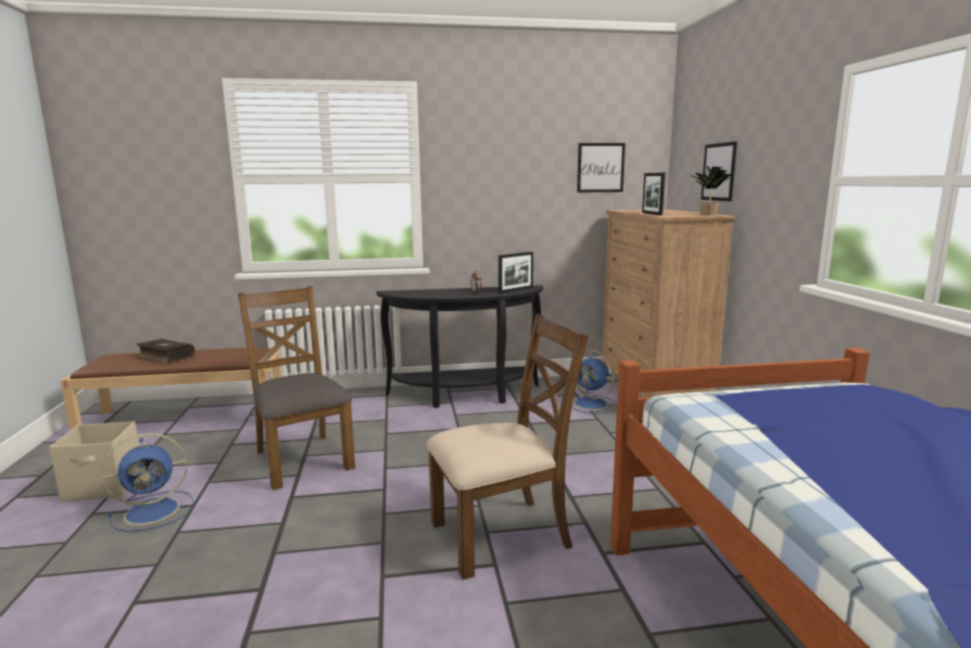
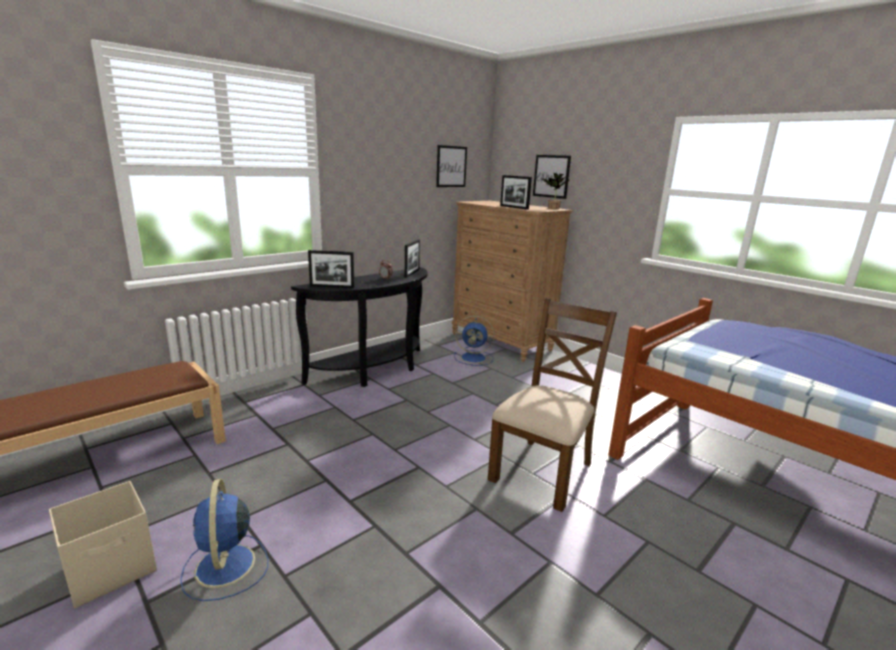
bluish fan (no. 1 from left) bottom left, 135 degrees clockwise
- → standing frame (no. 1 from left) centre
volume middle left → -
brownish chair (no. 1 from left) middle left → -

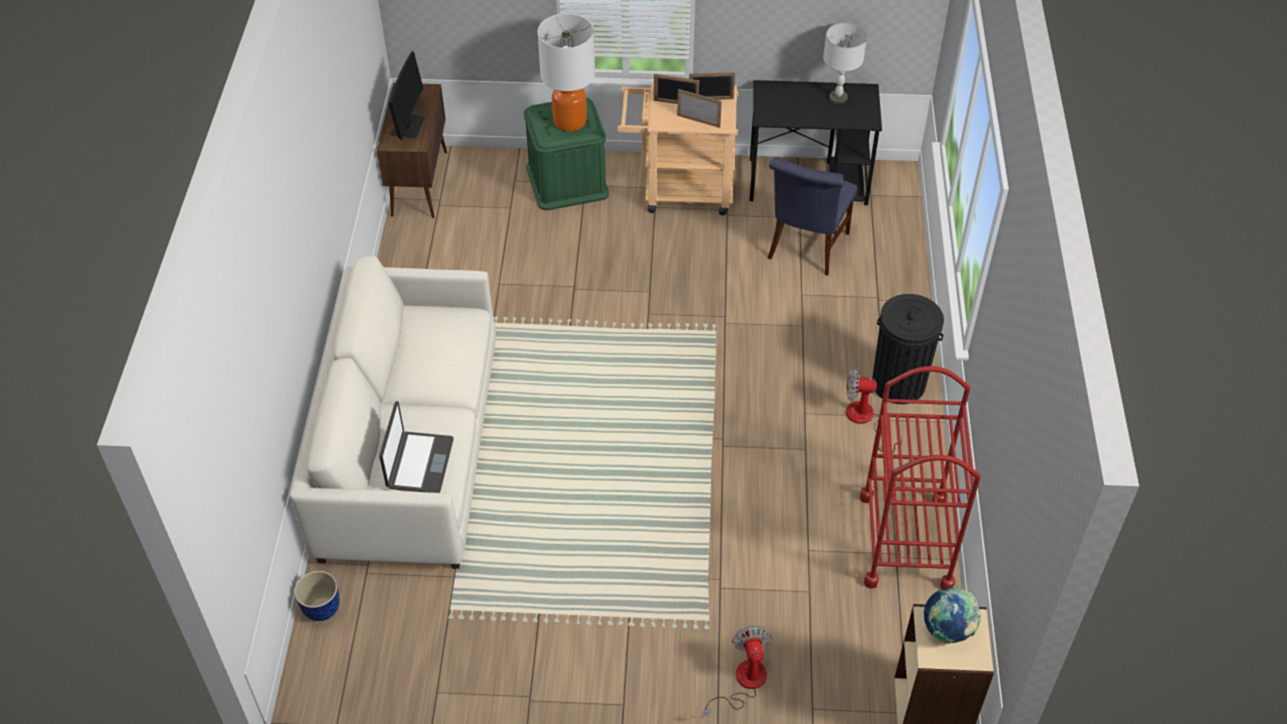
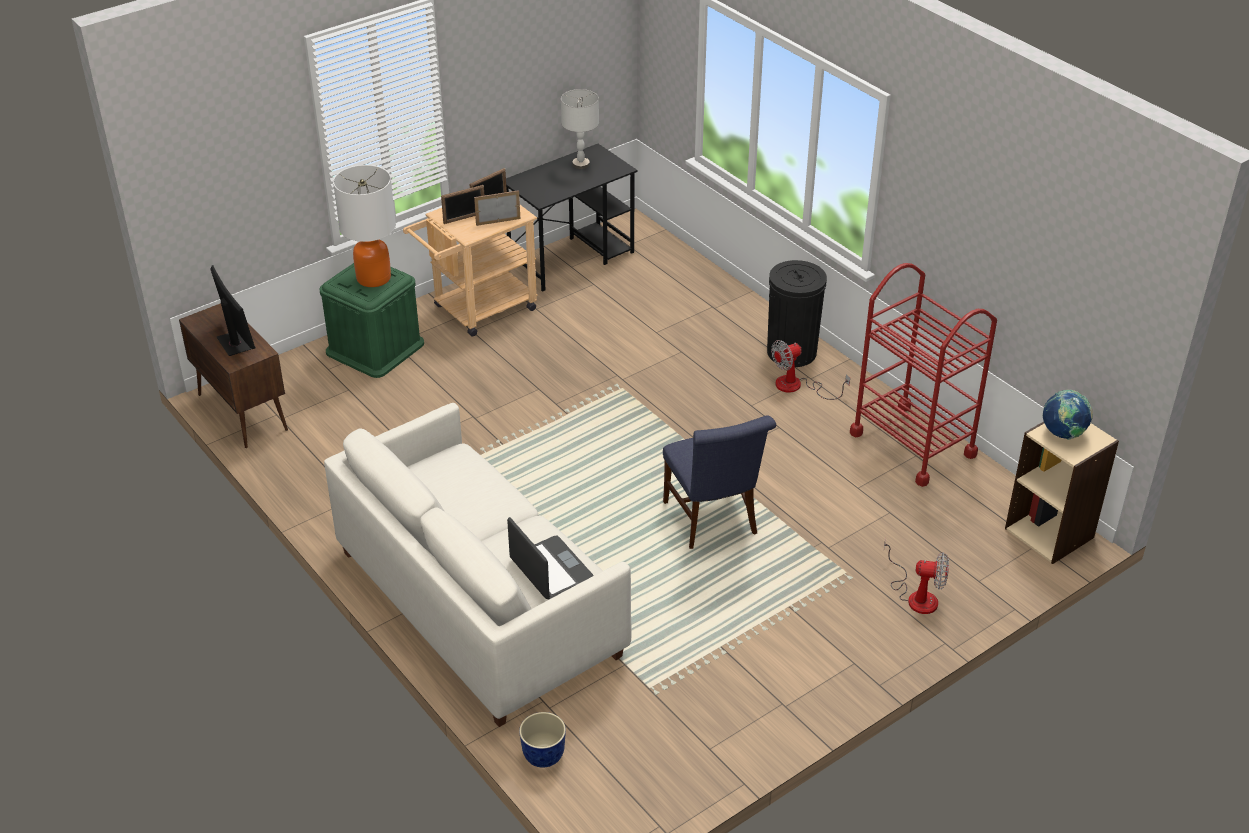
bluish chair top centre → bluish chair centre, shifted
fan (no. 1 from left in the first image) bottom centre → fan (no. 2 from left) bottom right, 150 degrees clockwise

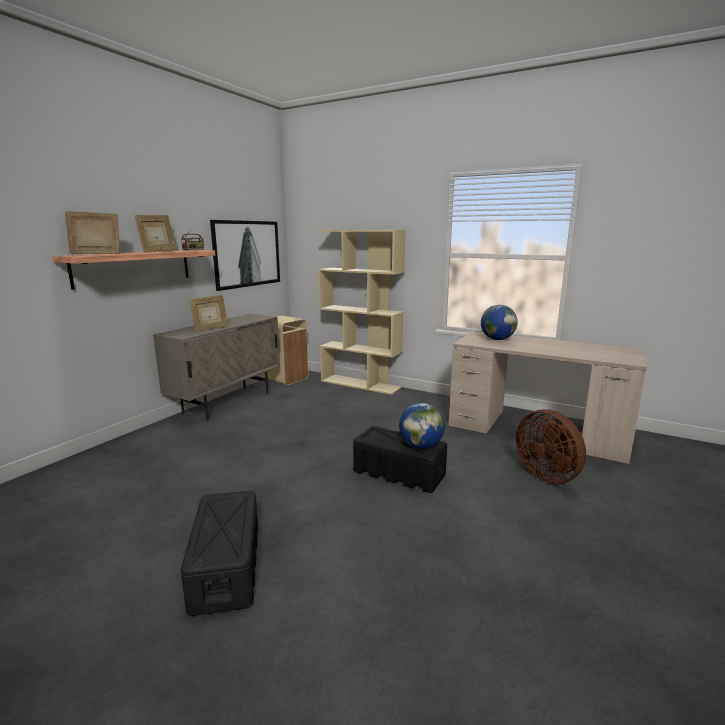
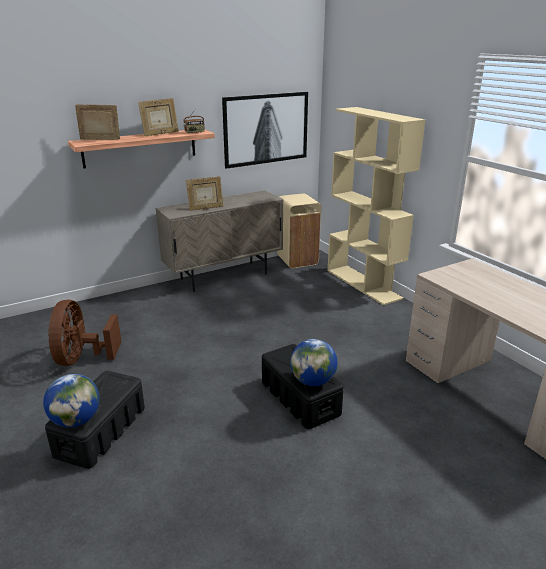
world globe (no. 2 from left in the first image) middle right → world globe (no. 1 from left) bottom left, shifted
brownish fan middle right → brownish fan middle left, shifted

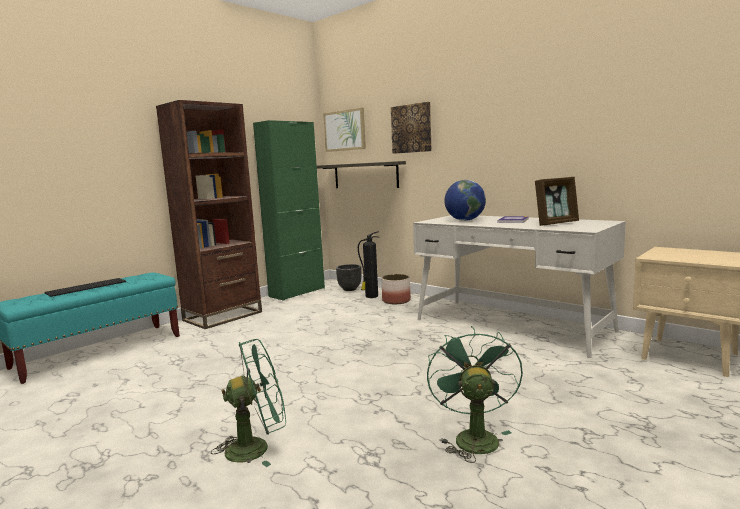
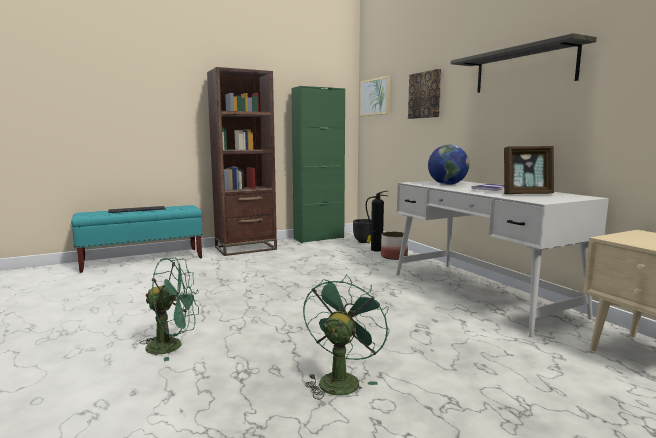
bracket shelf centre → bracket shelf top right, shifted

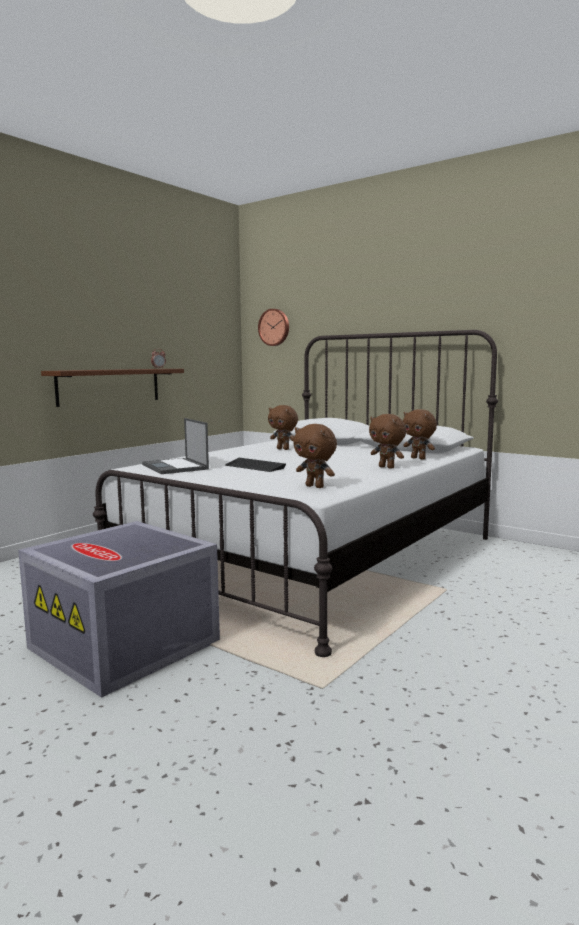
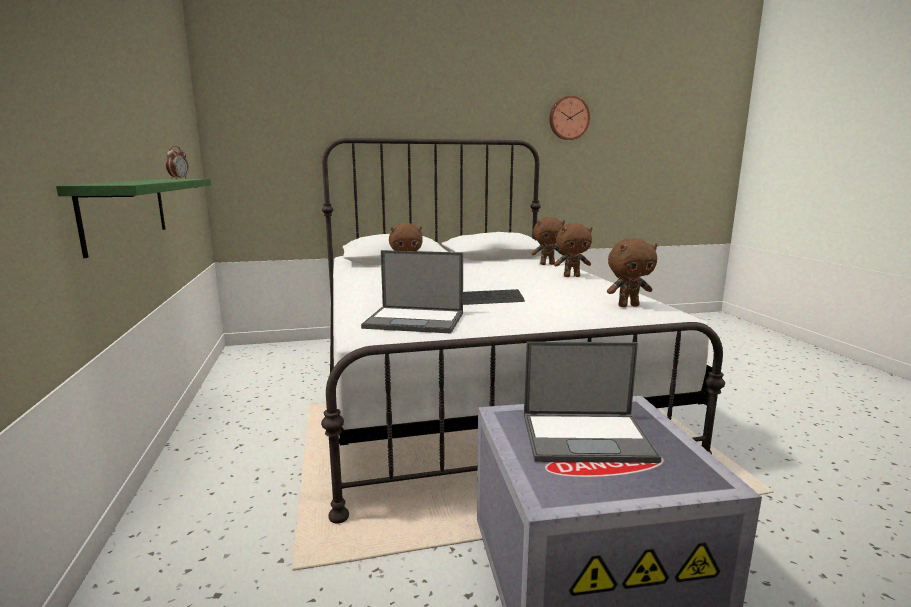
brownish bracket shelf middle left → green bracket shelf middle left
- → portable computer (no. 2 from left) centre
clock on the wall centre → clock on the wall top centre, shifted

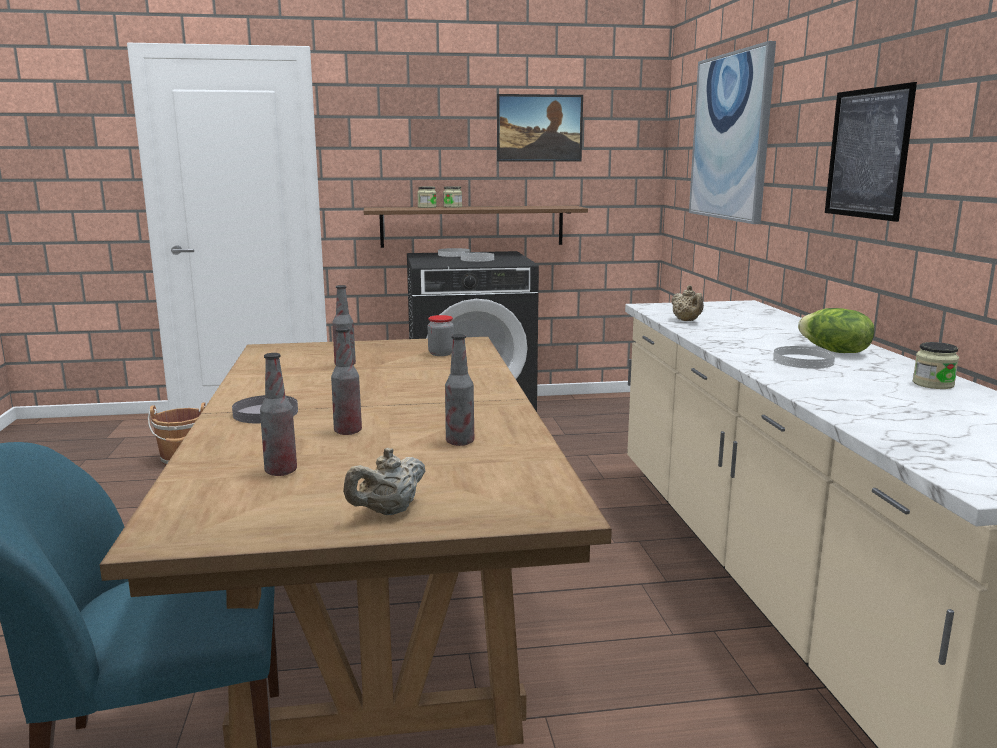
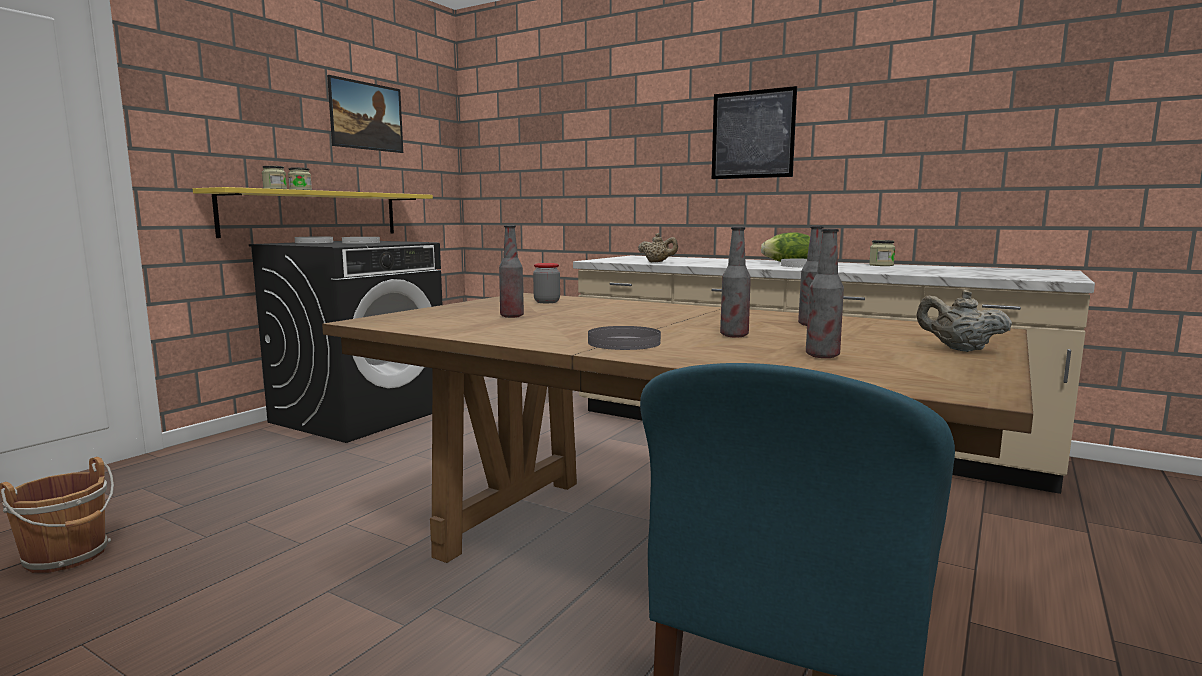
brownish bracket shelf top centre → yellow-coloured bracket shelf top left
beige-coloured tea pot (no. 1 from left in the first image) centre → beige-coloured tea pot (no. 2 from left) middle right, 135 degrees clockwise
wall art (no. 2 from left) top right → -

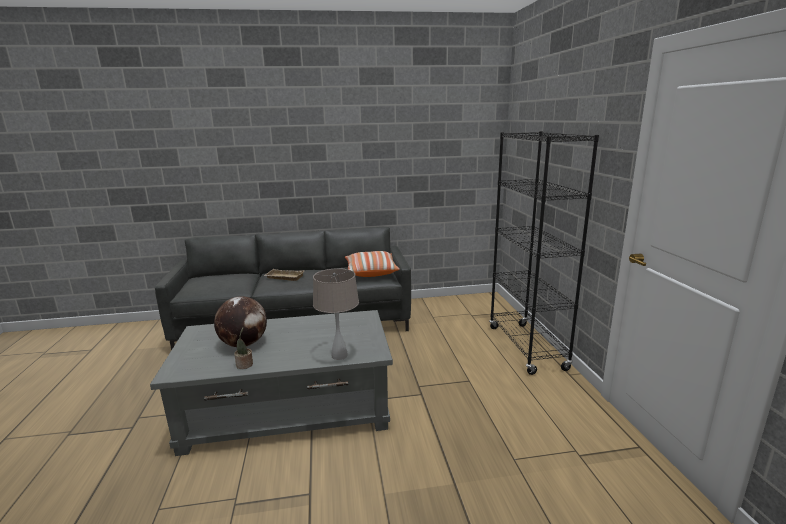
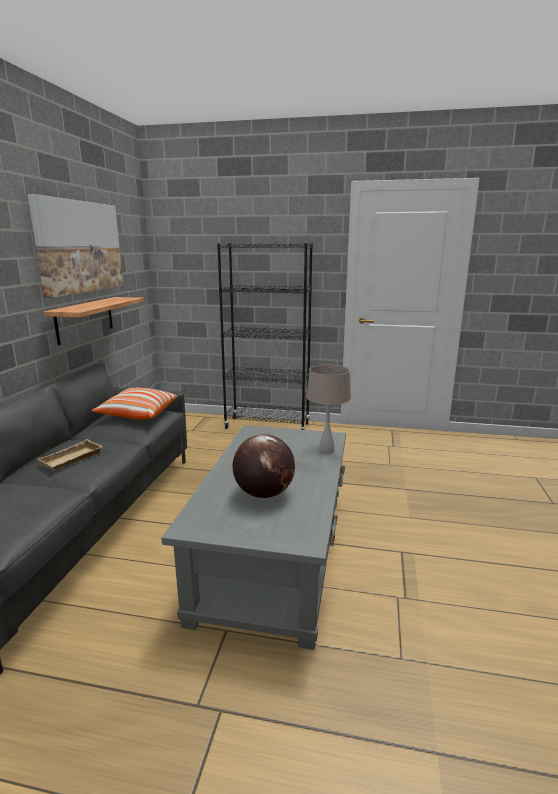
- → wall art top left
- → bracket shelf middle left
plant in a pot middle left → -

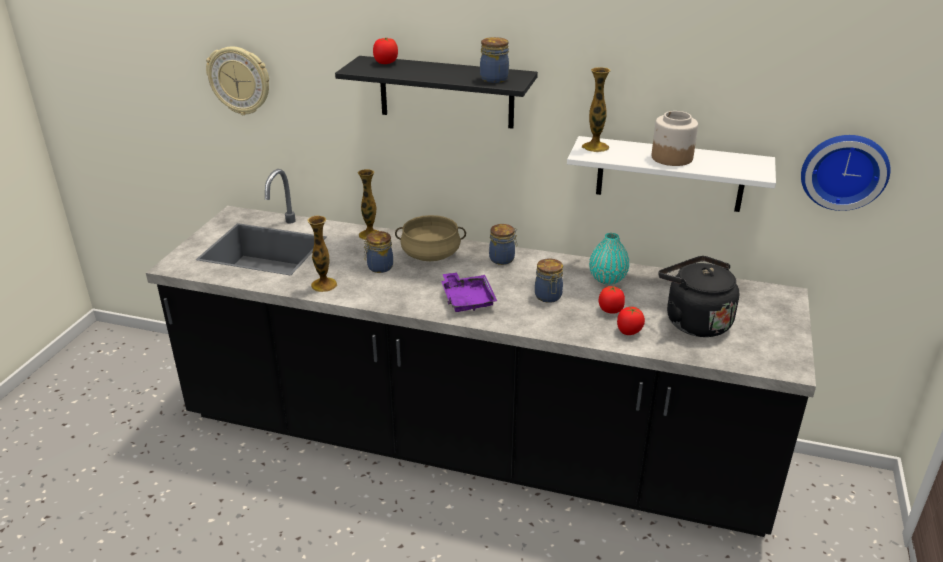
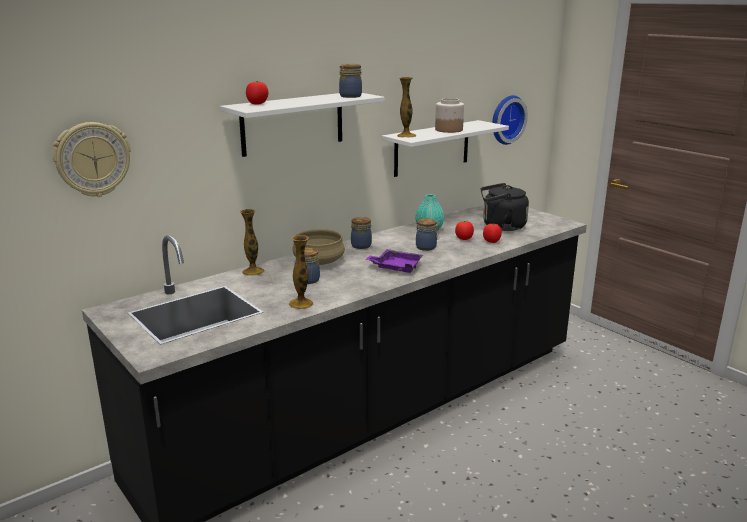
black bracket shelf top centre → whitish bracket shelf (no. 1 from left) top centre

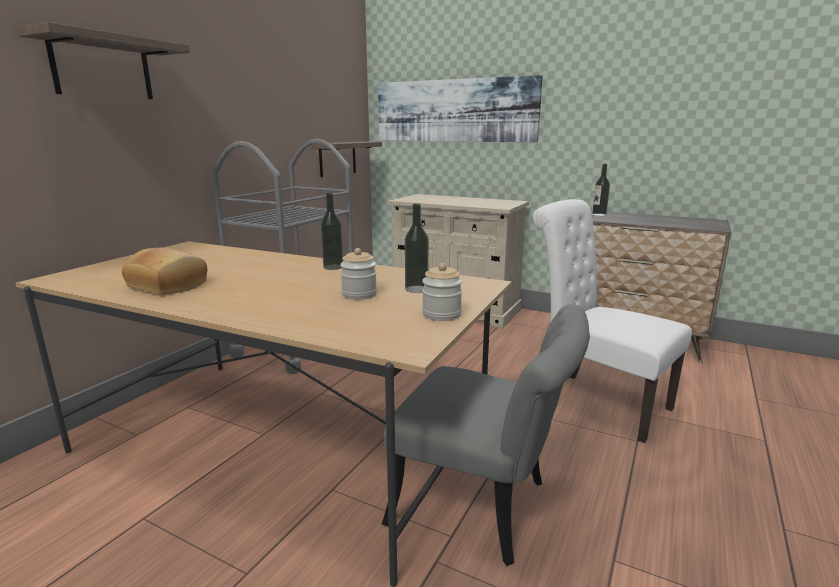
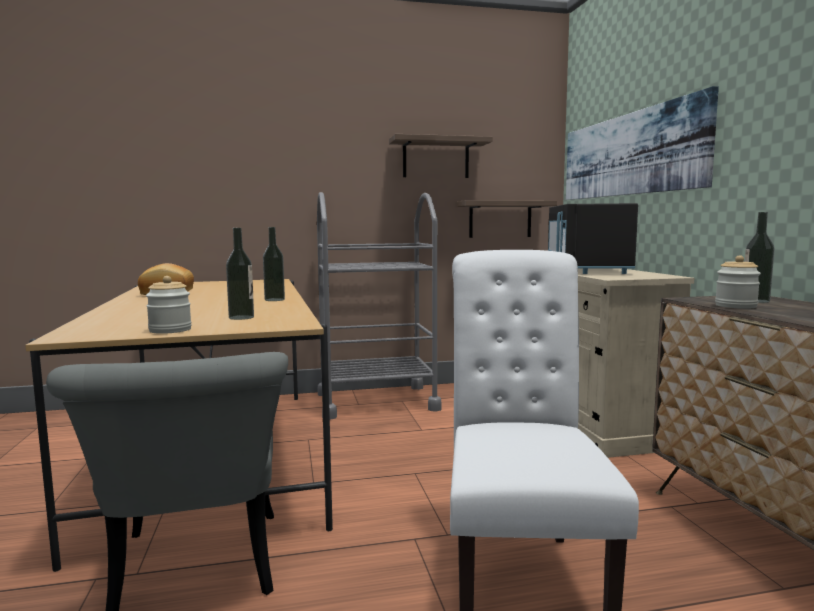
bracket shelf (no. 1 from left) top left → bracket shelf (no. 1 from left) top centre, shifted
- → black kitchen microwave middle right
jar (no. 1 from left in the first image) centre → jar (no. 2 from left) middle right, shifted

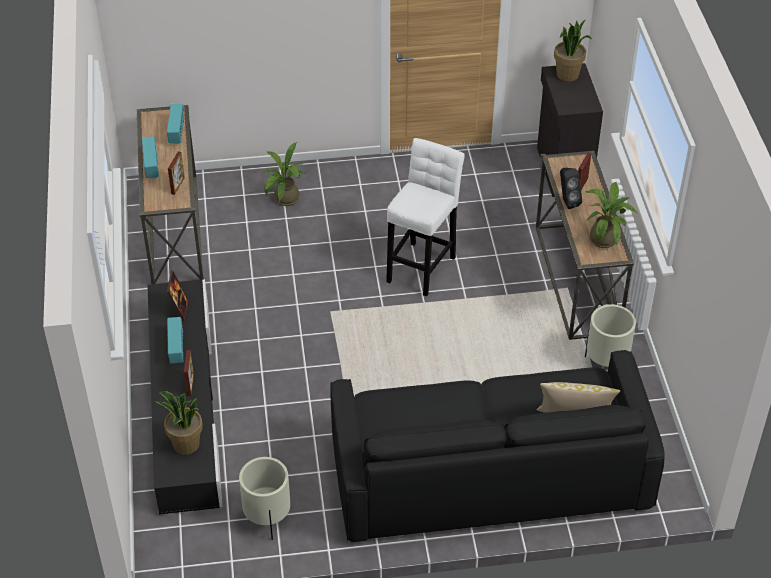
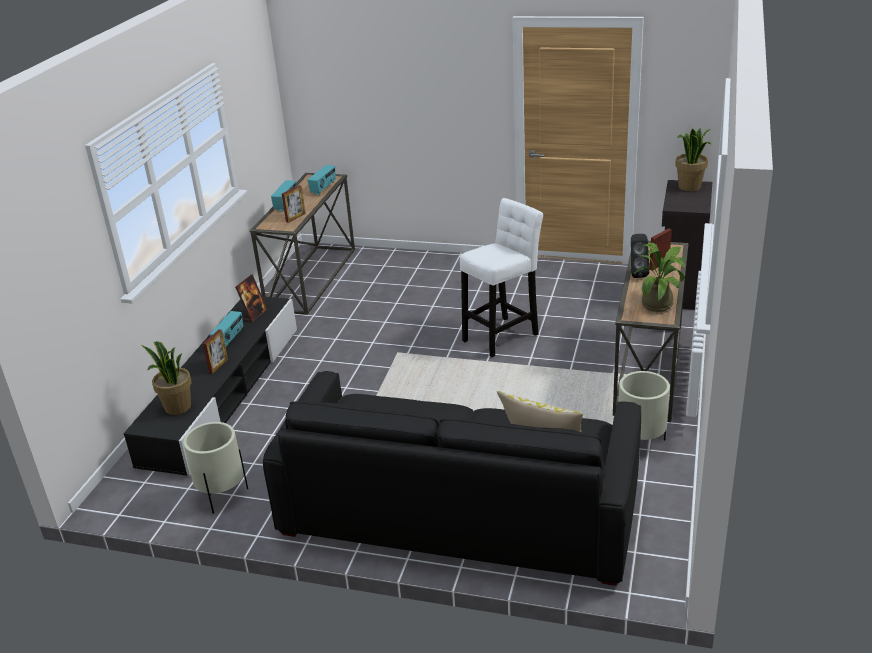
plant in a pot (no. 2 from left) top centre → -

